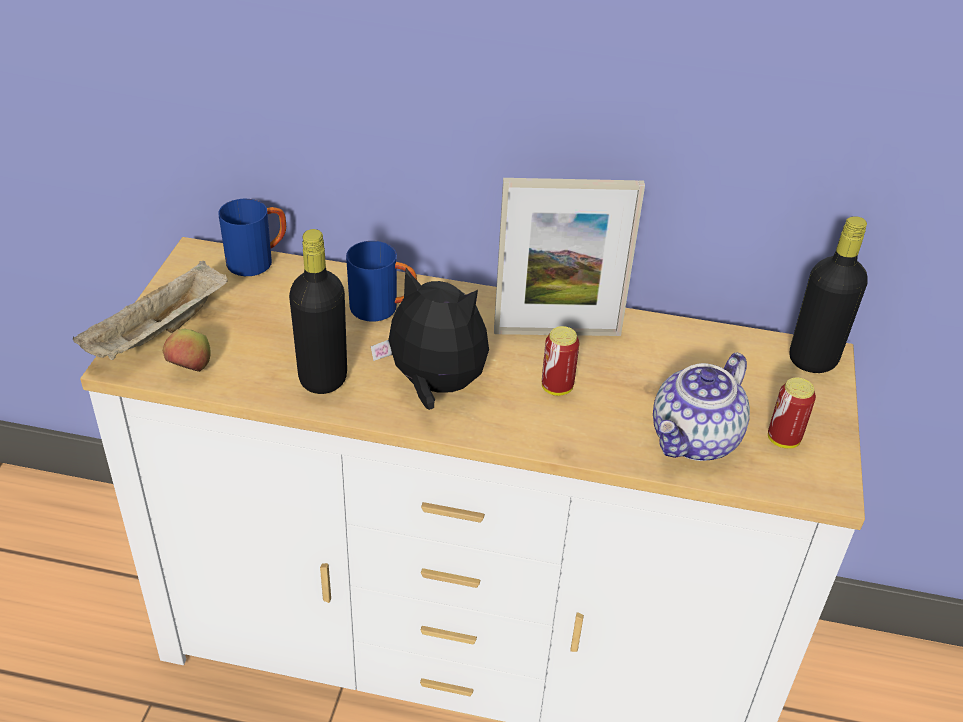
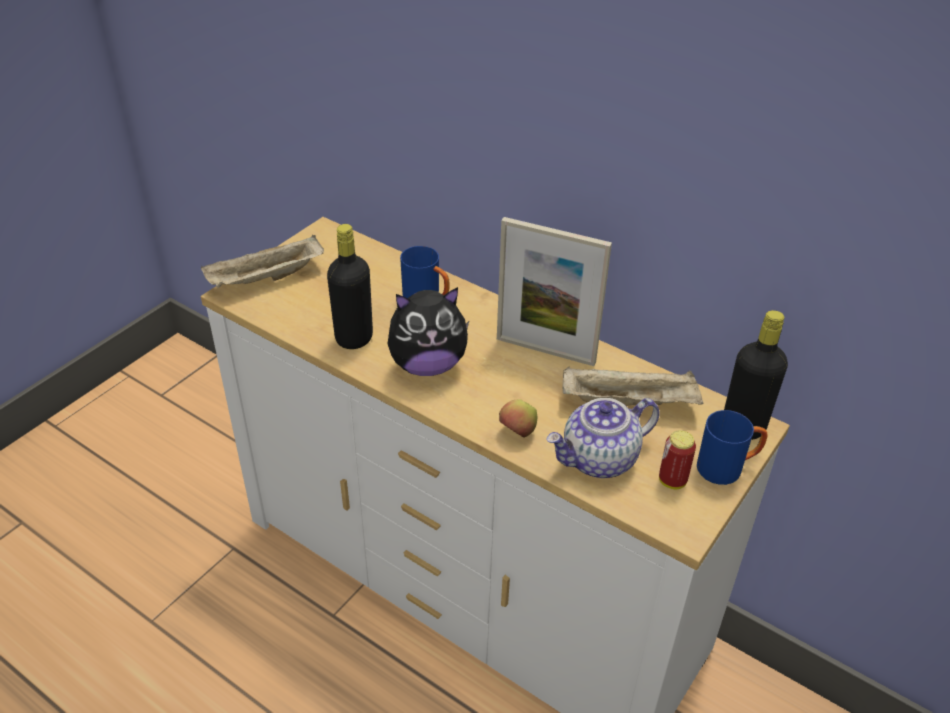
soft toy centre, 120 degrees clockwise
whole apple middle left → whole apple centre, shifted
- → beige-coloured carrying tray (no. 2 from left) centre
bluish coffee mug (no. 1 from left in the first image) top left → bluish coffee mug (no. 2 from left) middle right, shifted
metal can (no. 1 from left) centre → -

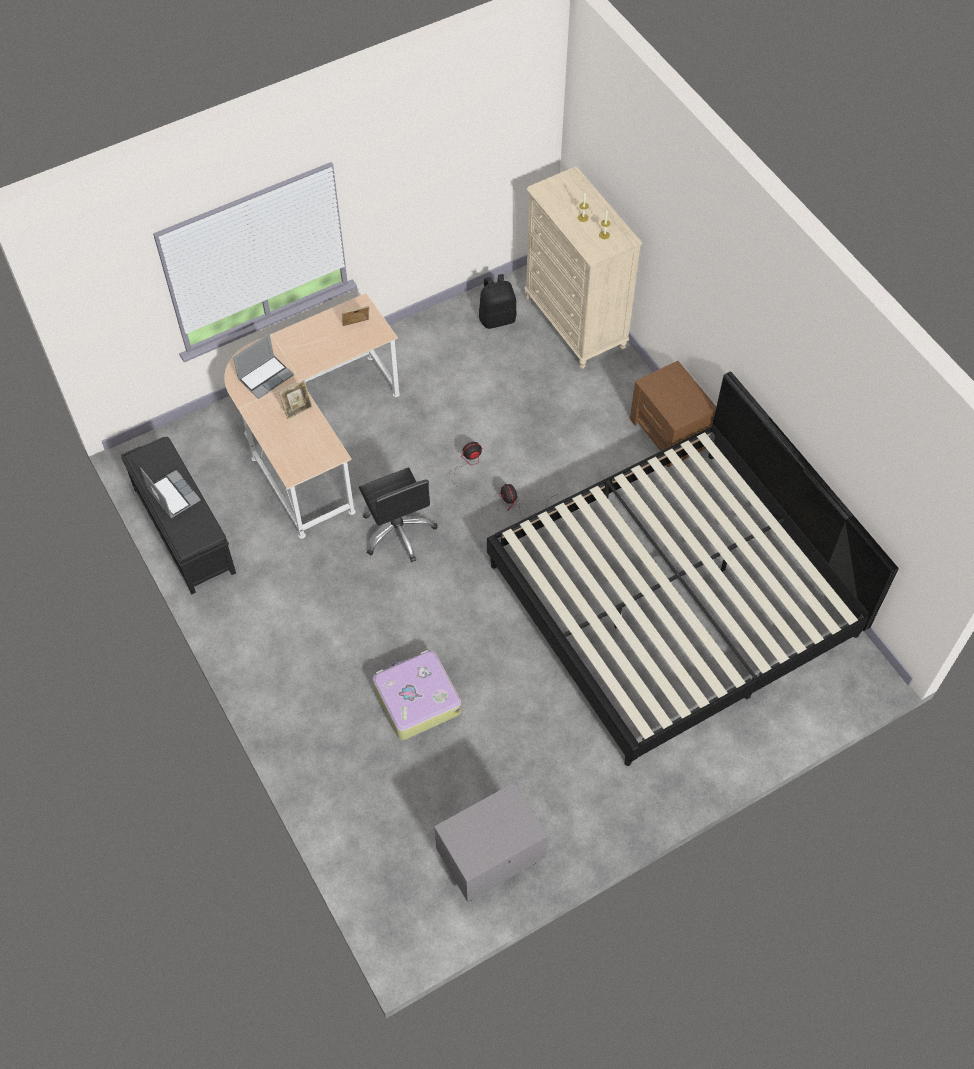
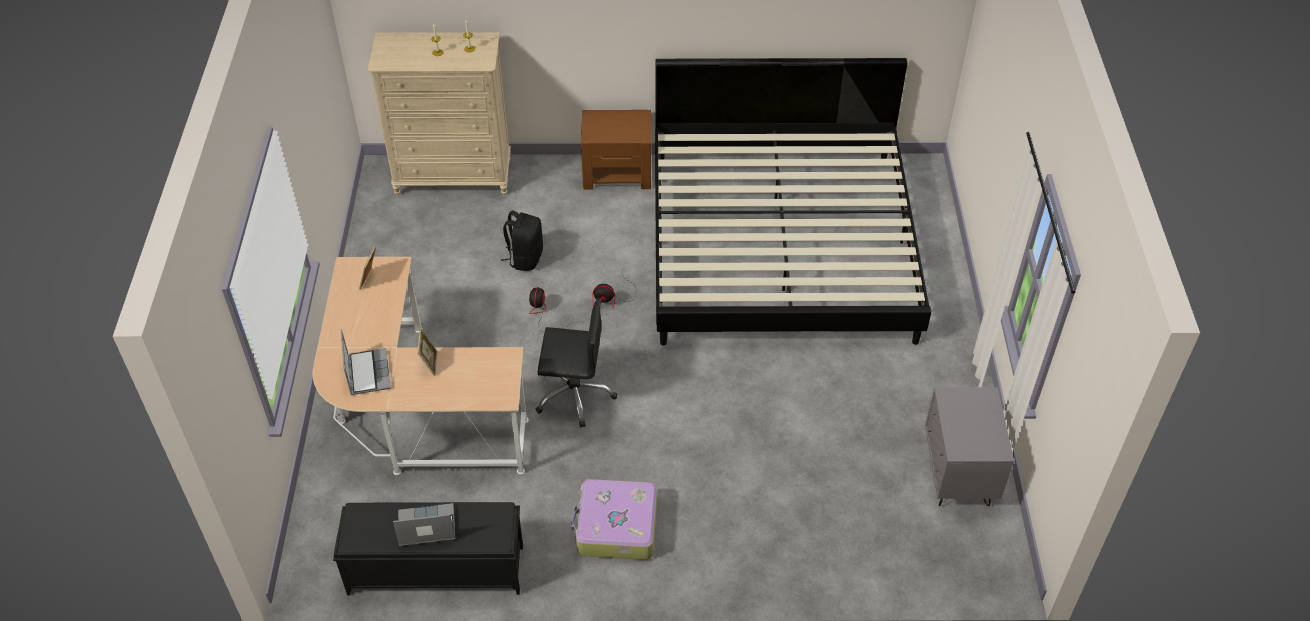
black backpack top centre → black backpack centre, shifted
suitcase centre → suitcase bottom centre, shifted

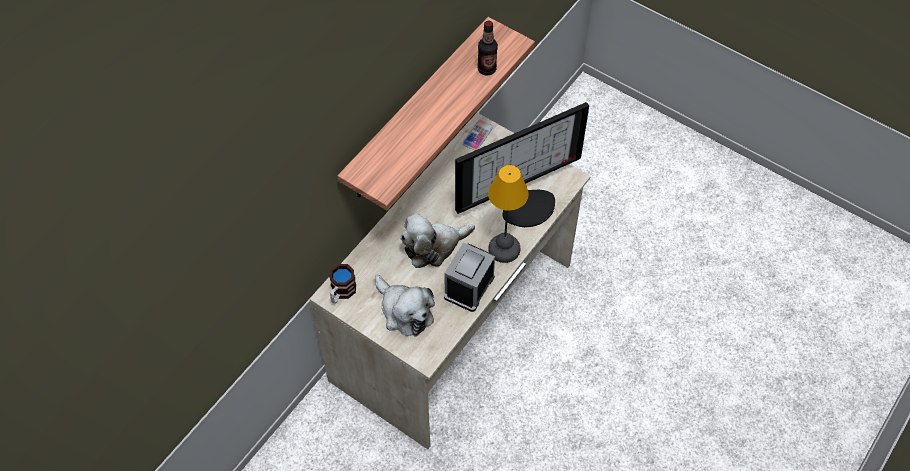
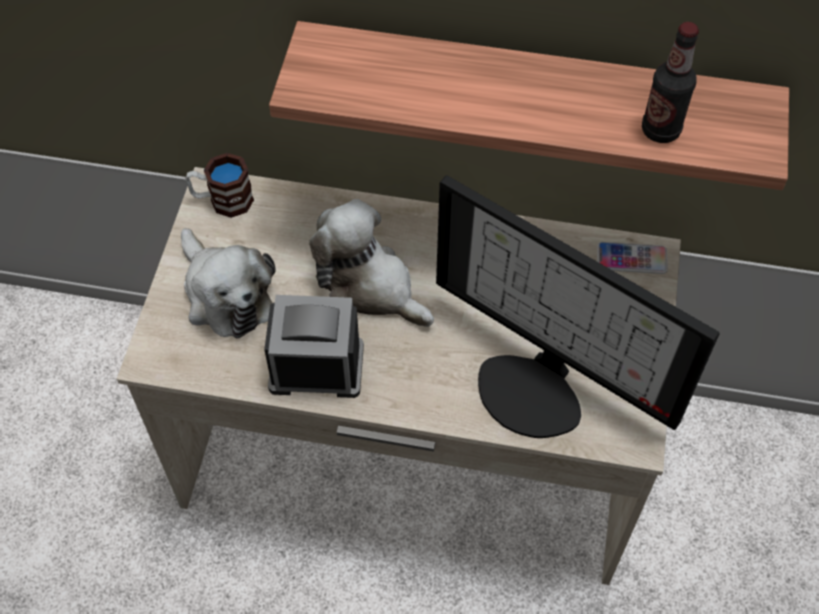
soft toy (no. 1 from left) centre → soft toy (no. 1 from left) middle left, 60 degrees counterclockwise
lamp for a table centre → -

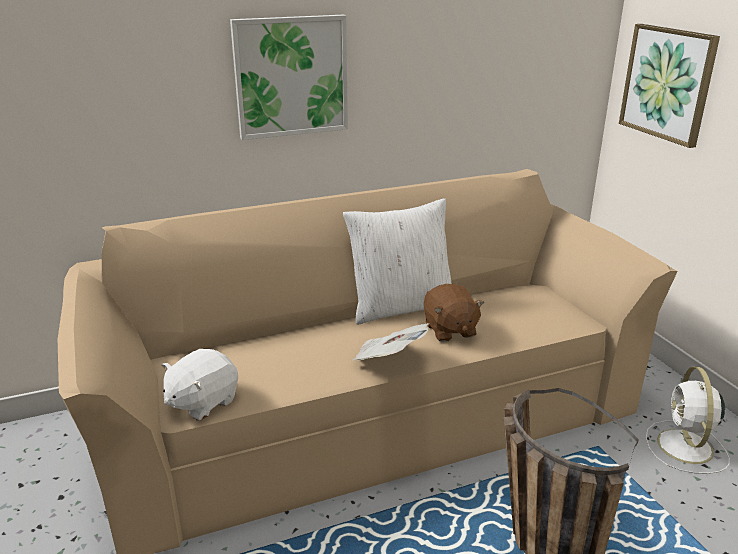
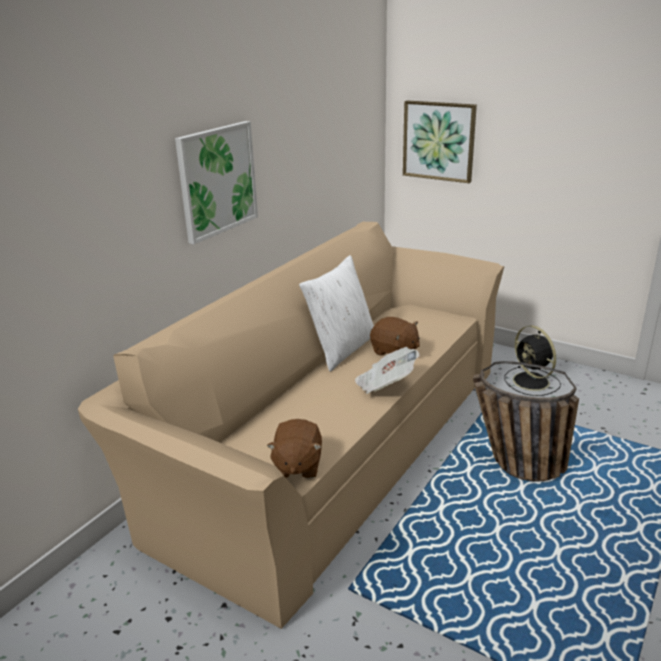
whitish soft toy bottom left → brownish soft toy (no. 1 from left) bottom centre
whitish fan bottom right → black fan middle right

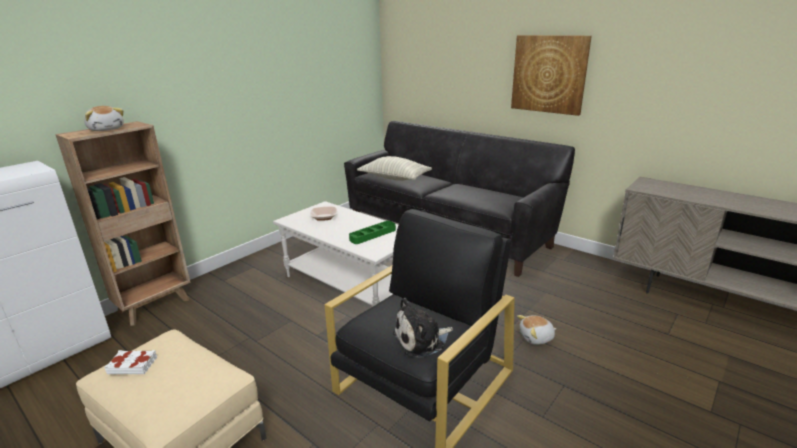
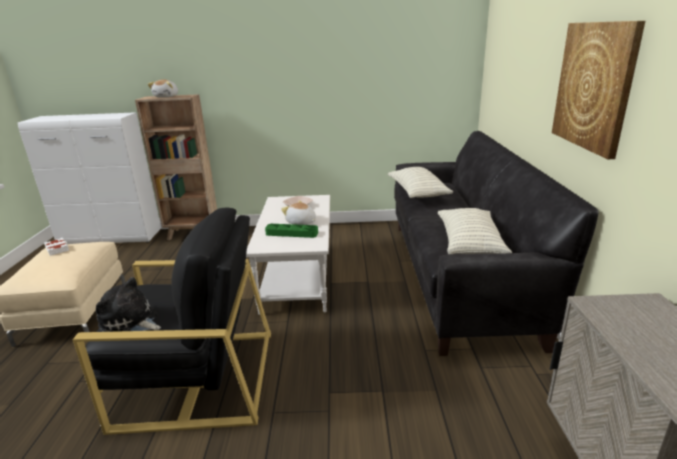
soft toy (no. 3 from left) bottom right → soft toy (no. 3 from left) centre, shifted
- → throw pillow (no. 2 from left) middle right

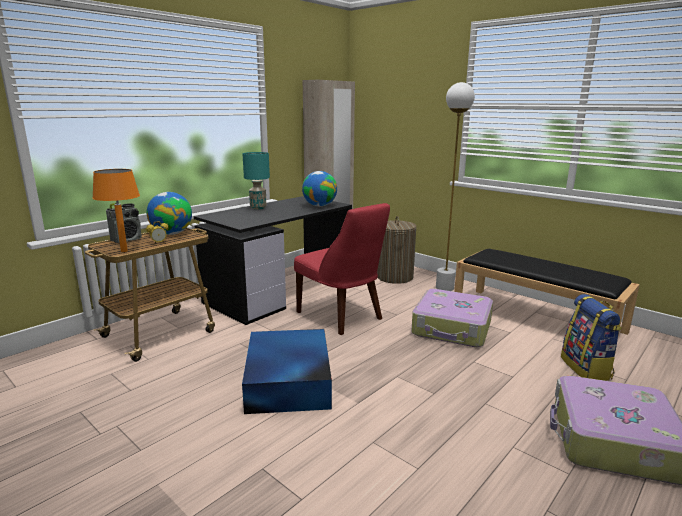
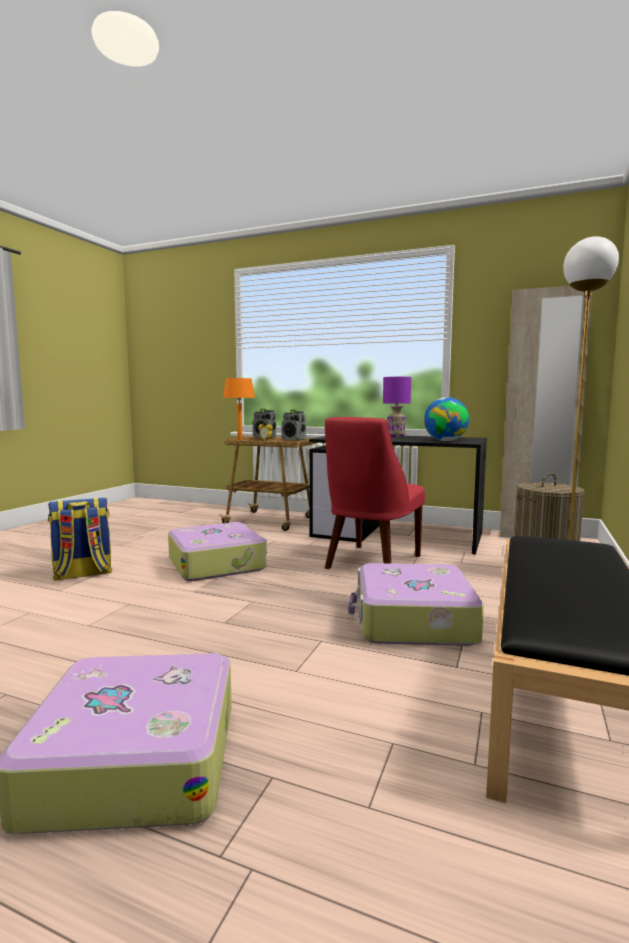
backpack middle right → backpack middle left, shifted
bluish storage box bottom centre → suitcase (no. 2 from left) centre
world globe (no. 1 from left) middle left → radio set (no. 2 from left) centre
turquoise lamp for a table centre → purple lamp for a table centre

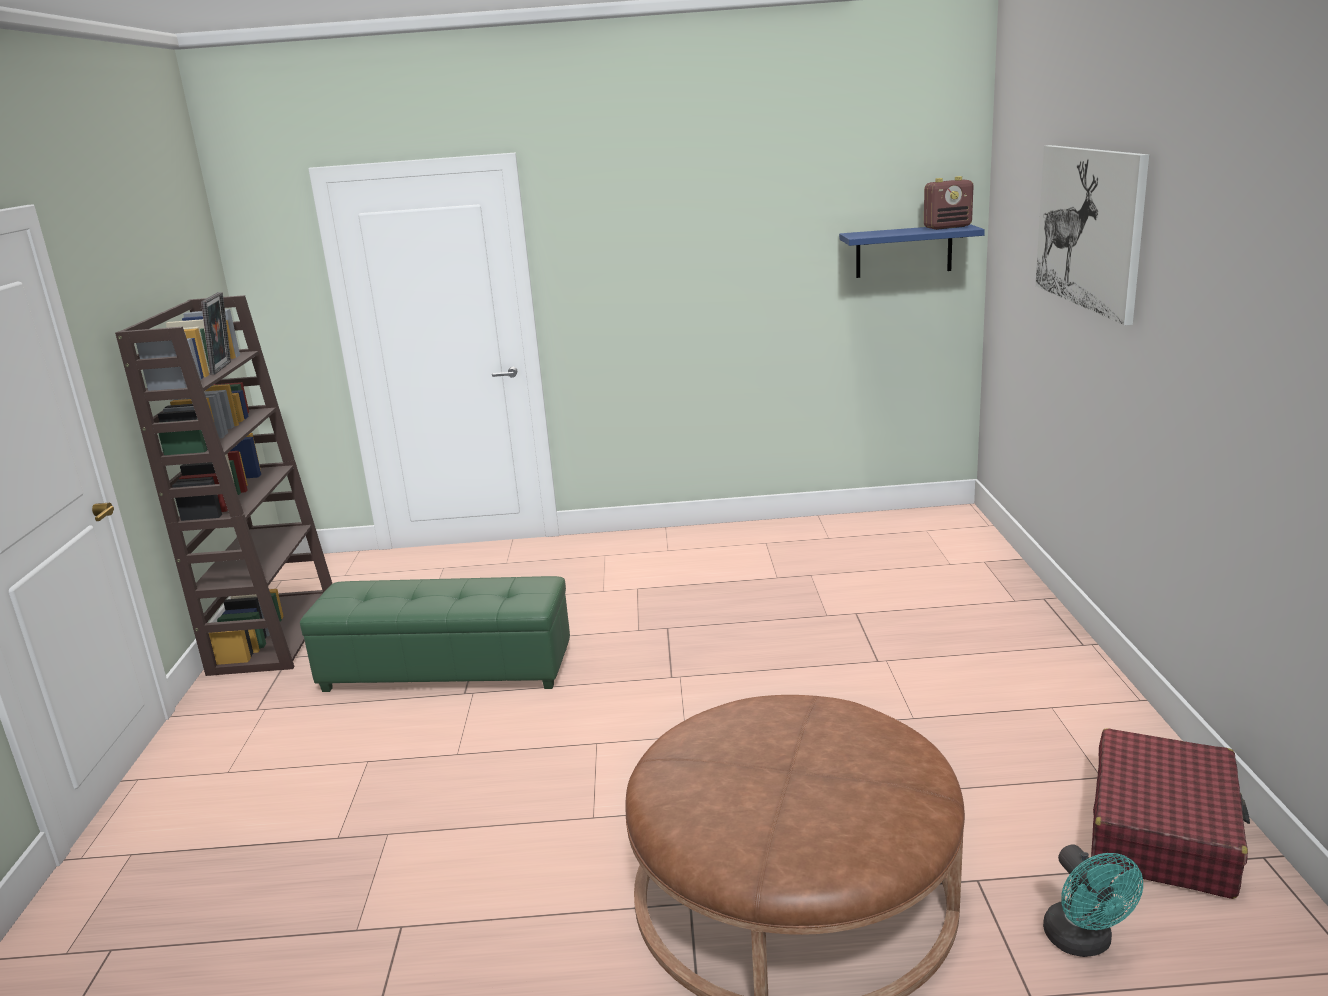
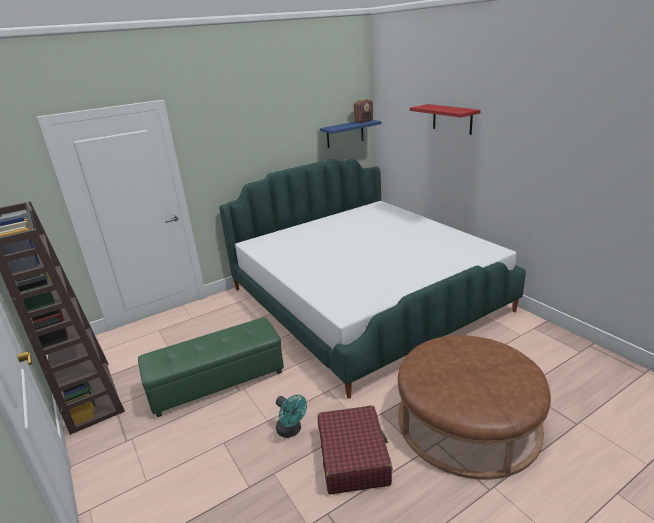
- → bed centre
turquoise fan bottom right → turquoise fan bottom centre, shifted
reddish suitcase bottom right → reddish suitcase bottom centre, shifted
wall art top right → reddish bracket shelf top right

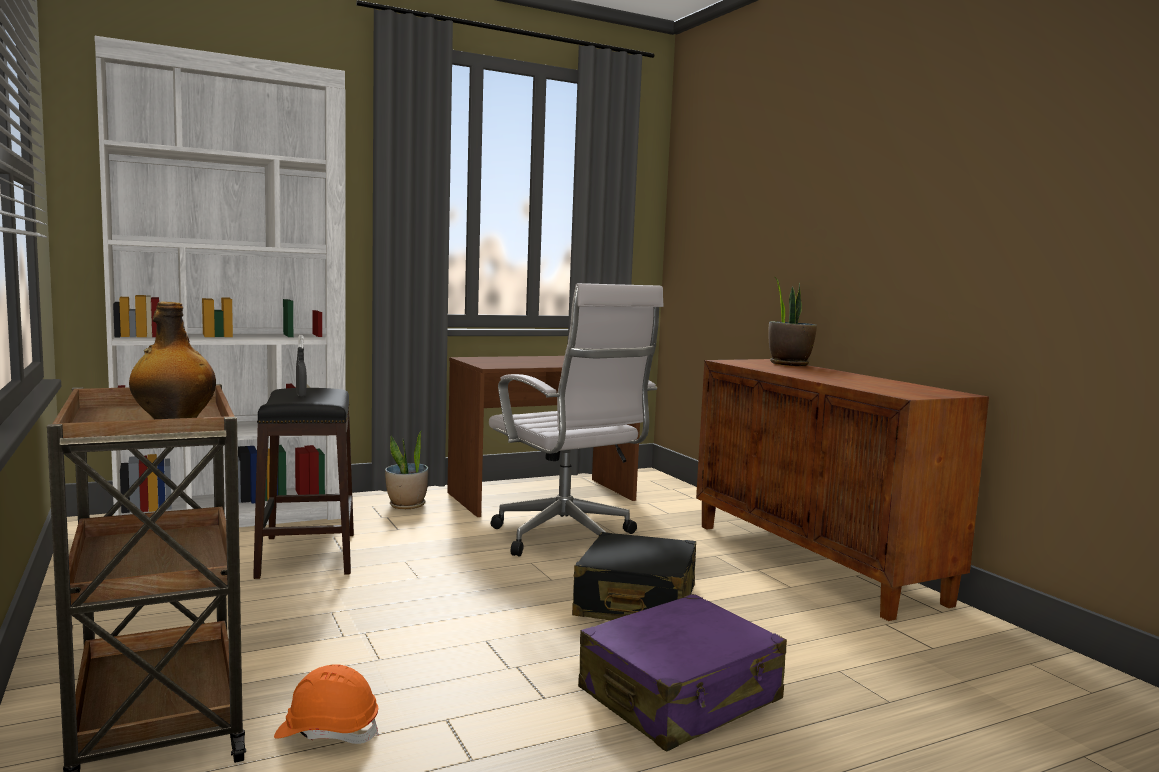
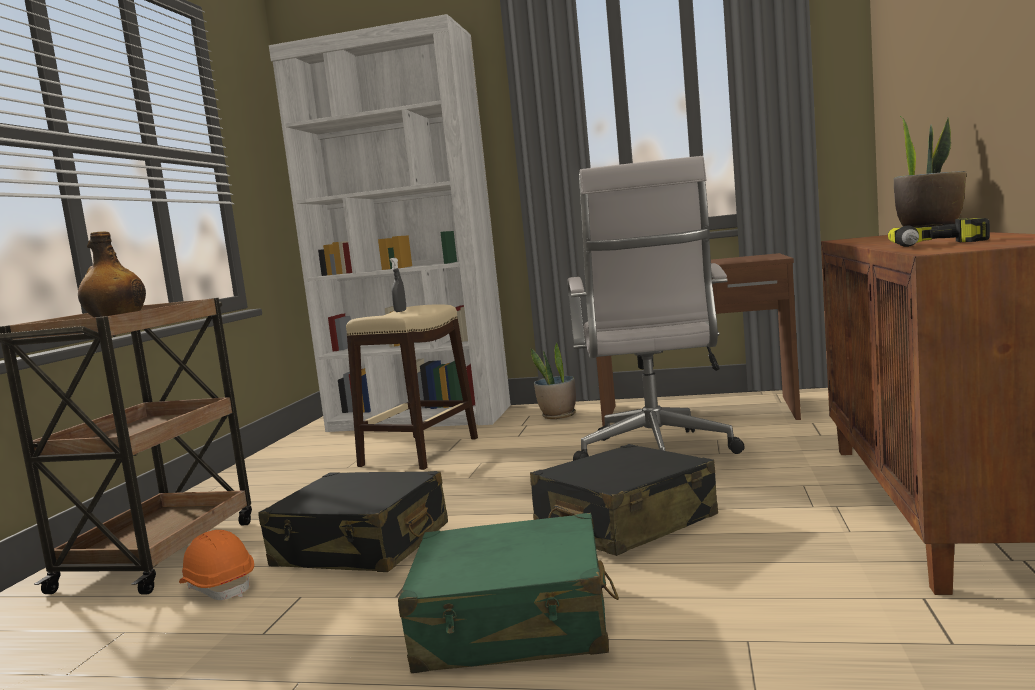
- → black suitcase (no. 1 from left) bottom centre
black stool middle left → beige-coloured stool centre
purple suitcase bottom centre → green suitcase bottom centre
- → electric drill middle right

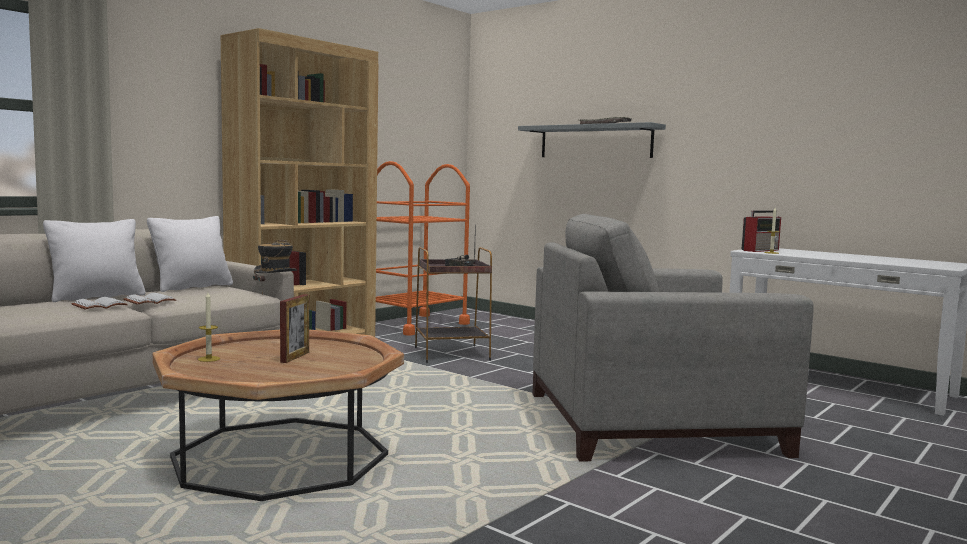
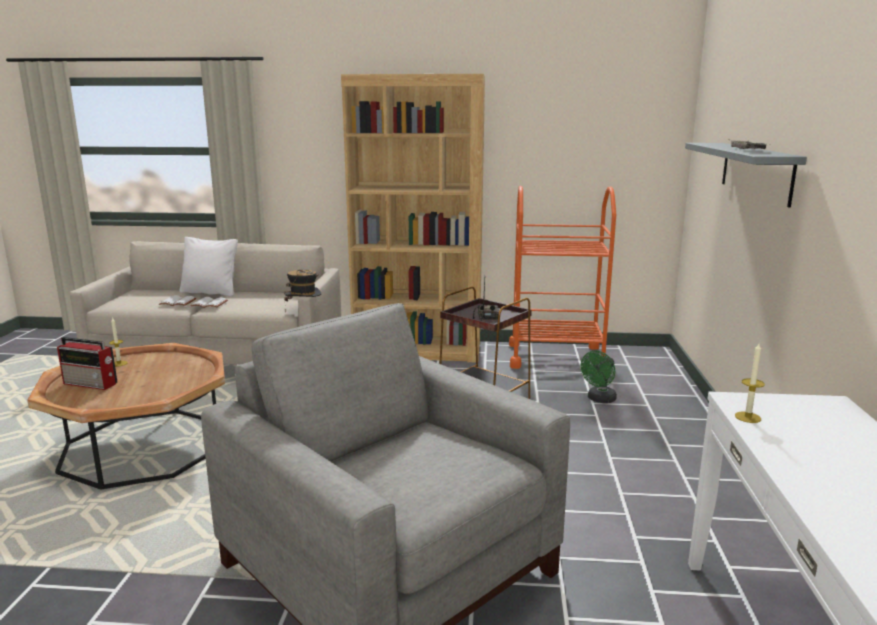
radio set (no. 2 from left in the first image) middle right → radio set (no. 1 from left) middle left, shifted
- → green fan middle right
whitish throw pillow (no. 2 from left) middle left → -
standing frame middle left → -

